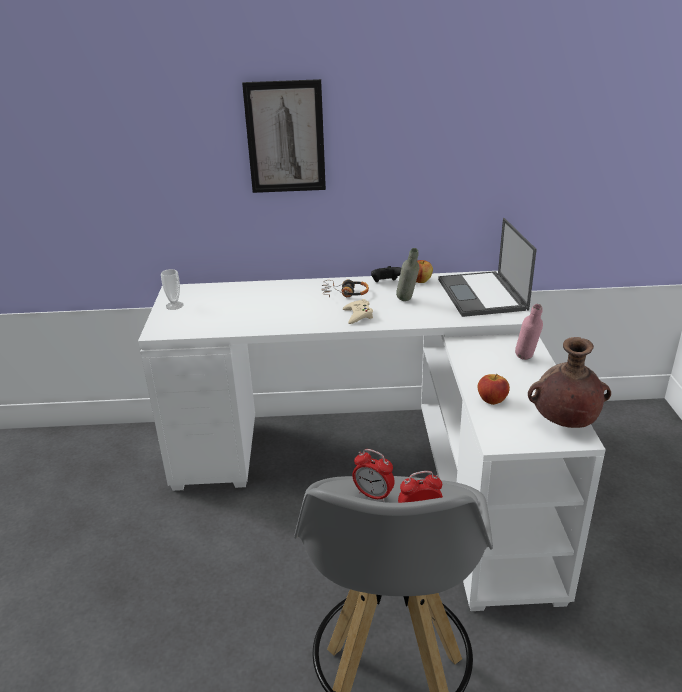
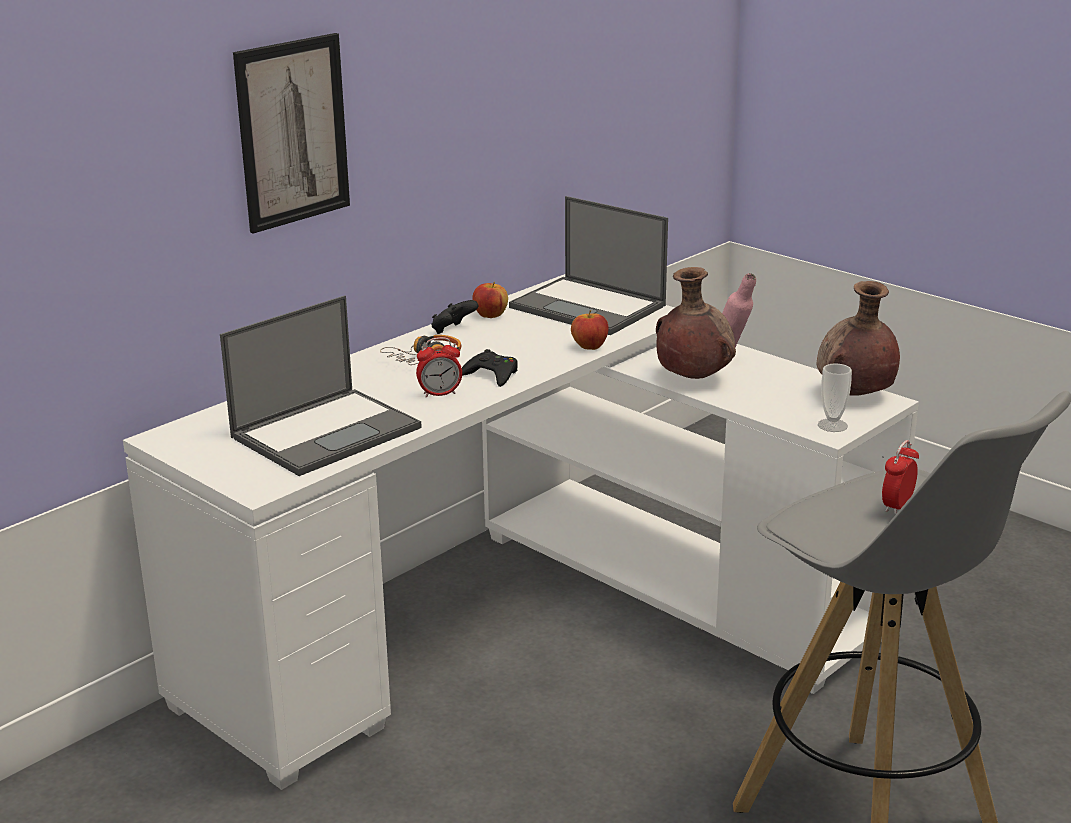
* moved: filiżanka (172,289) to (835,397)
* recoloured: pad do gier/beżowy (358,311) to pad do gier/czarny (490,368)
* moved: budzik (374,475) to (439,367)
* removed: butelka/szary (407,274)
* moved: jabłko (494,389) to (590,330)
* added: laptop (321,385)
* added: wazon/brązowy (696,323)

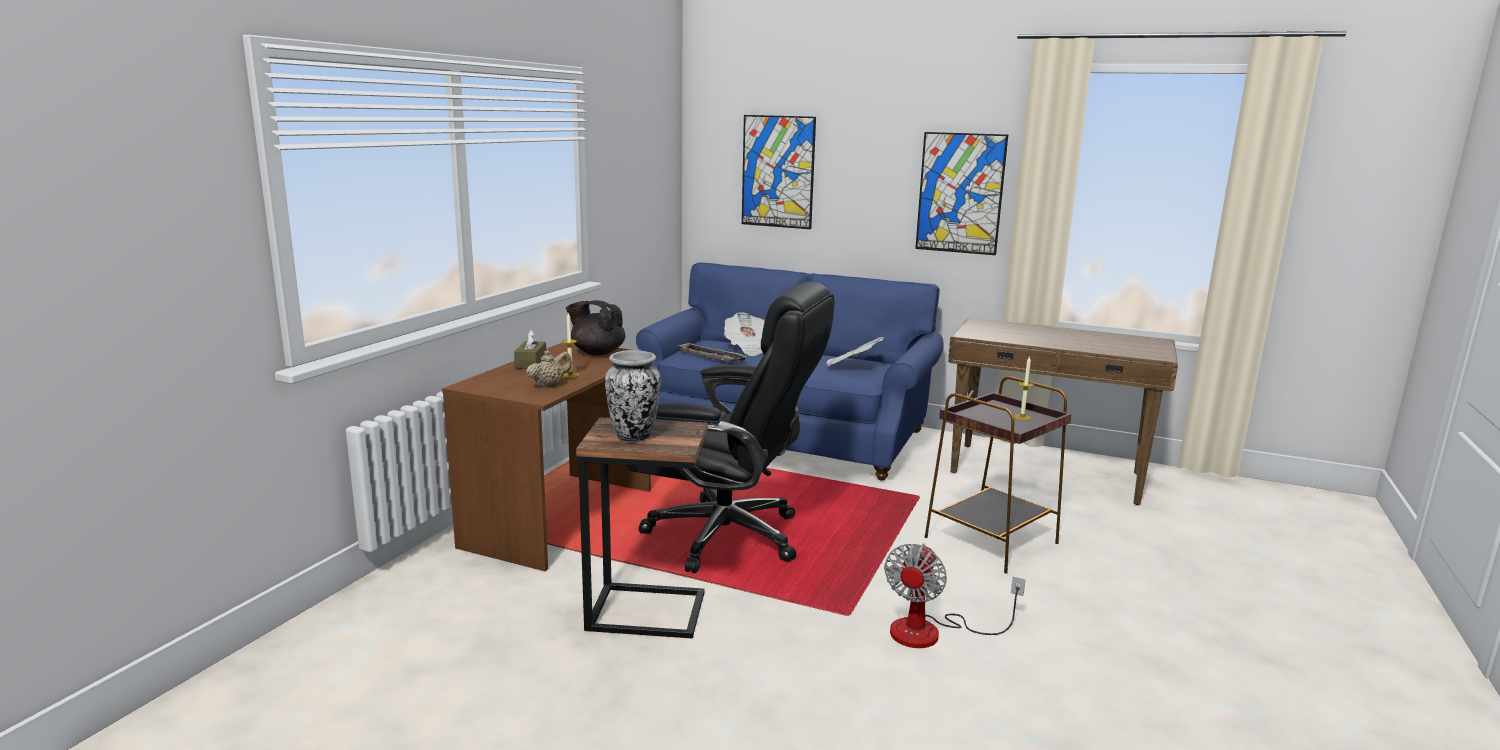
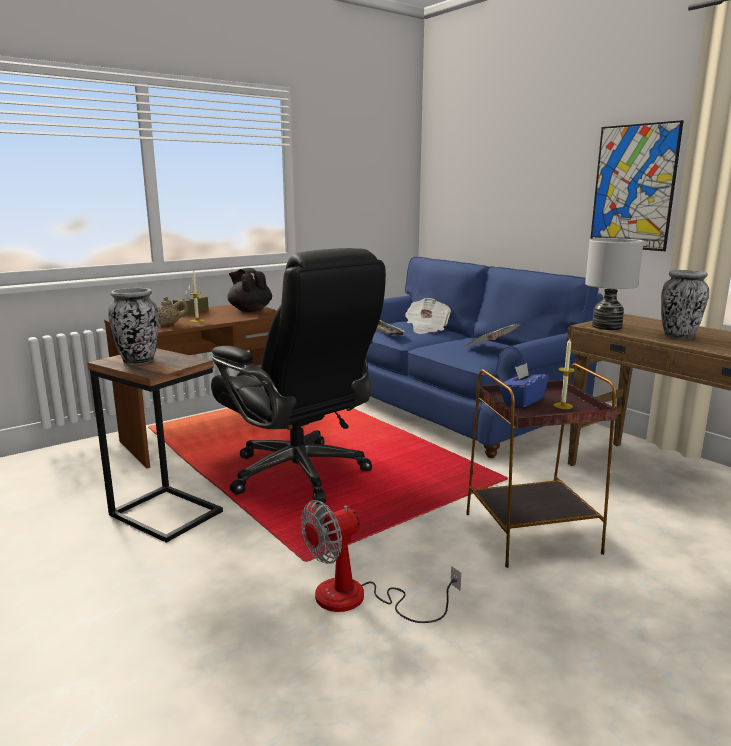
* removed: obraz (779,172)
* added: pudełko chusteczek/niebieski (524,385)
* added: lampa stołowa/szary (614,284)
* added: wazon (685,304)

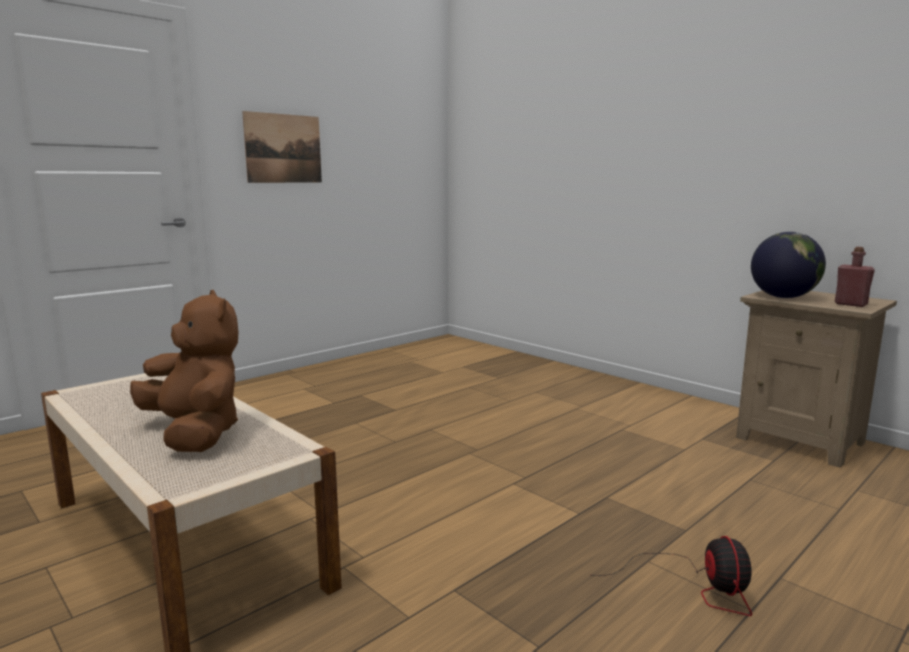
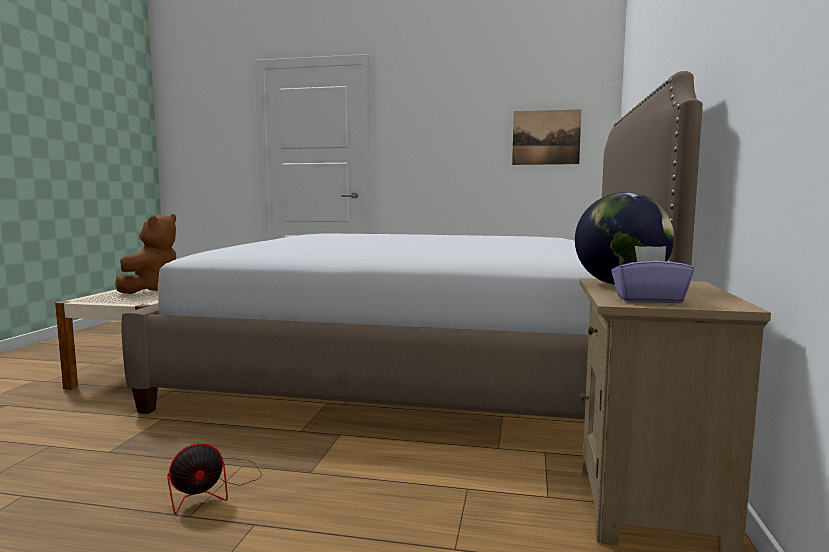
* moved: obraz (282,147) to (546,137)
* replaced: butelka/czerwony (855,277) to pudełko chusteczek/fioletowy (652,274)
* added: łóżko (412,245)

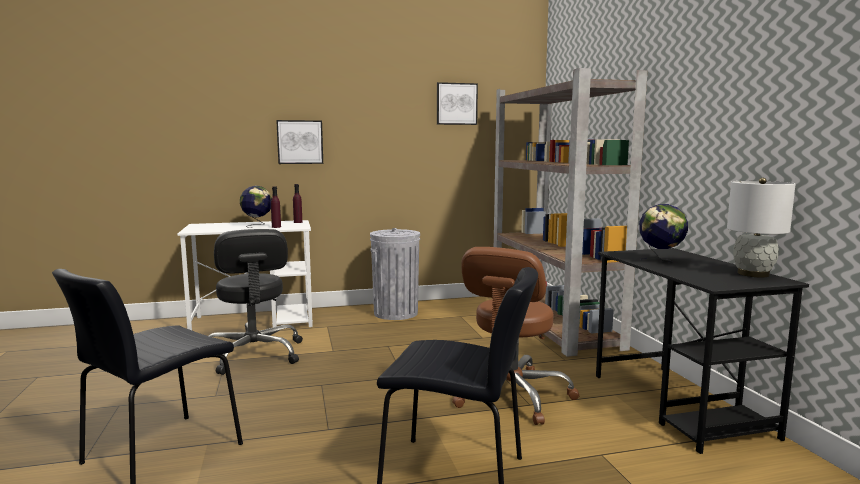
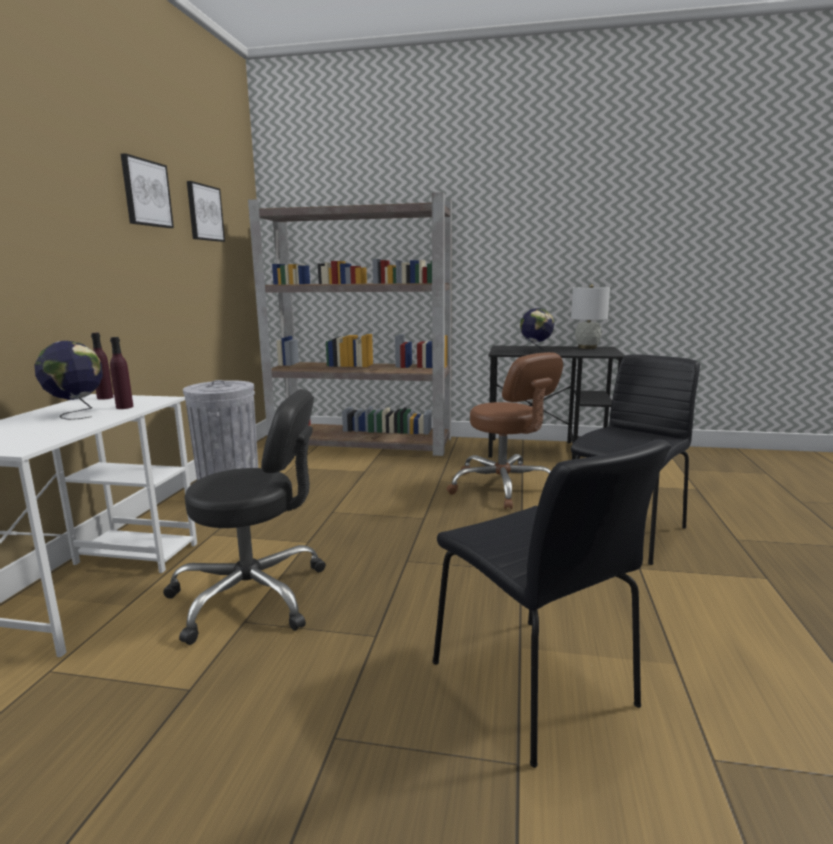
* moved: obraz (299,142) to (147,190)

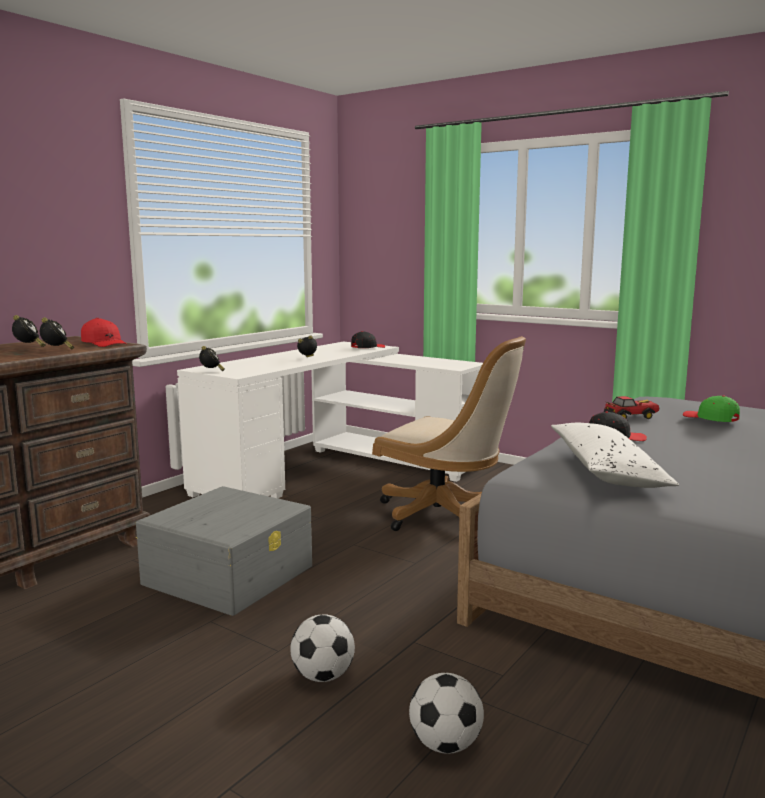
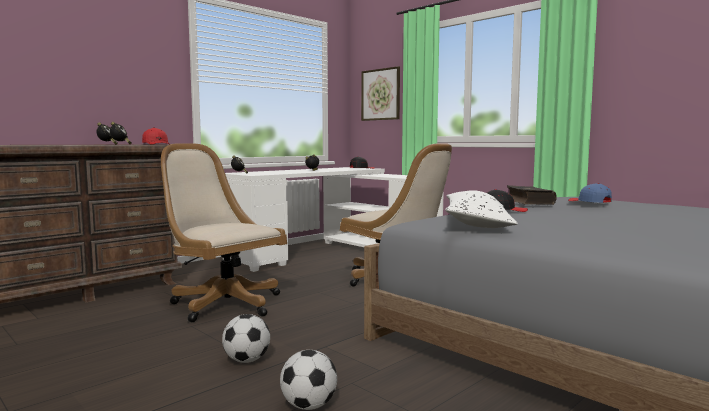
* replaced: pojemnik do przechowywania/szary (224,551) to krzesło biurowe (224,232)
* replaced: samochodzik (631,407) to książka (532,195)
* recoloured: czapka z daszkiem/zielony (711,408) to czapka z daszkiem/niebieski (590,193)
* added: obraz (380,93)

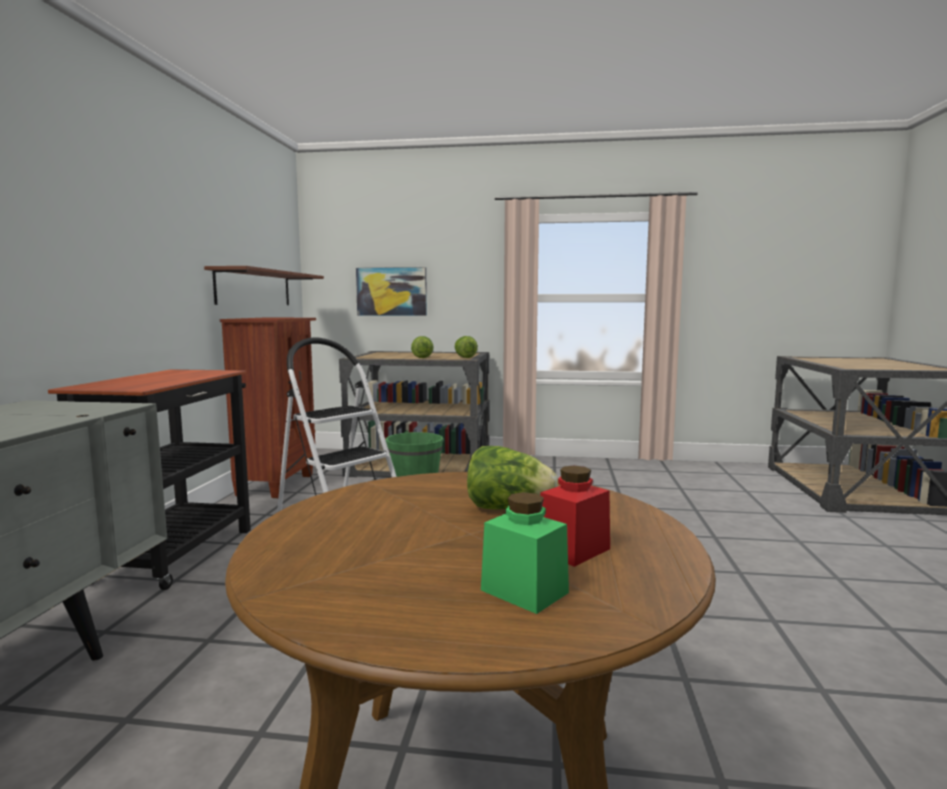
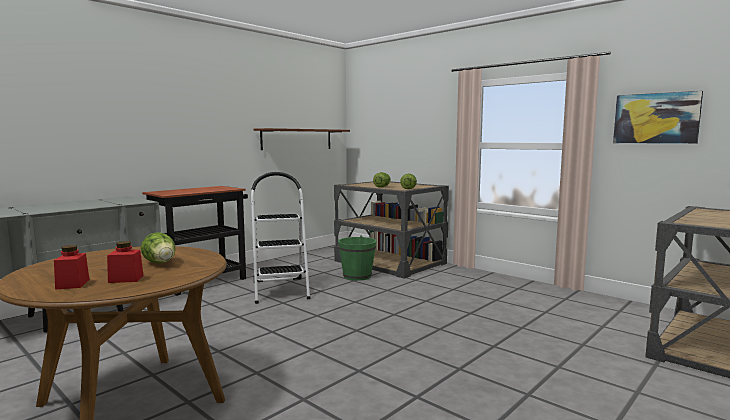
* removed: szafka/brązowy (268,408)
* moved: obraz (391,291) to (658,117)
* recoloured: słoik/zielony (525,553) to słoik/czerwony (71,267)

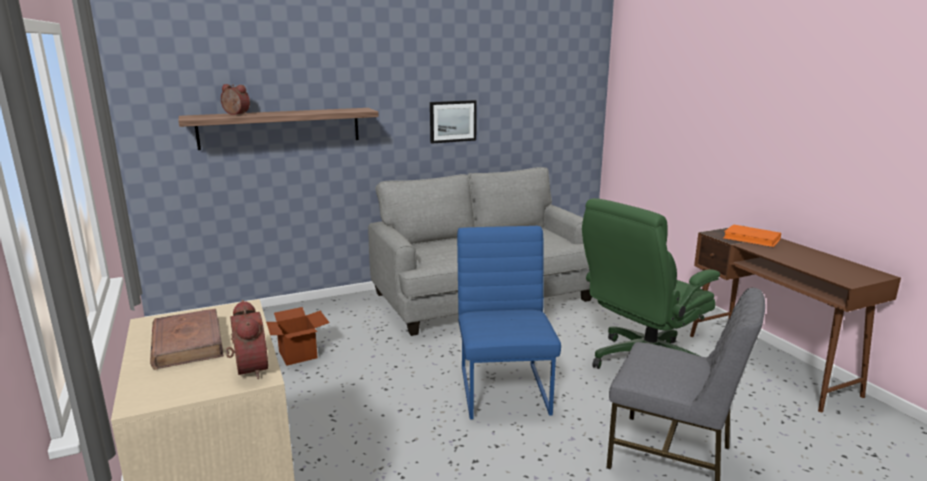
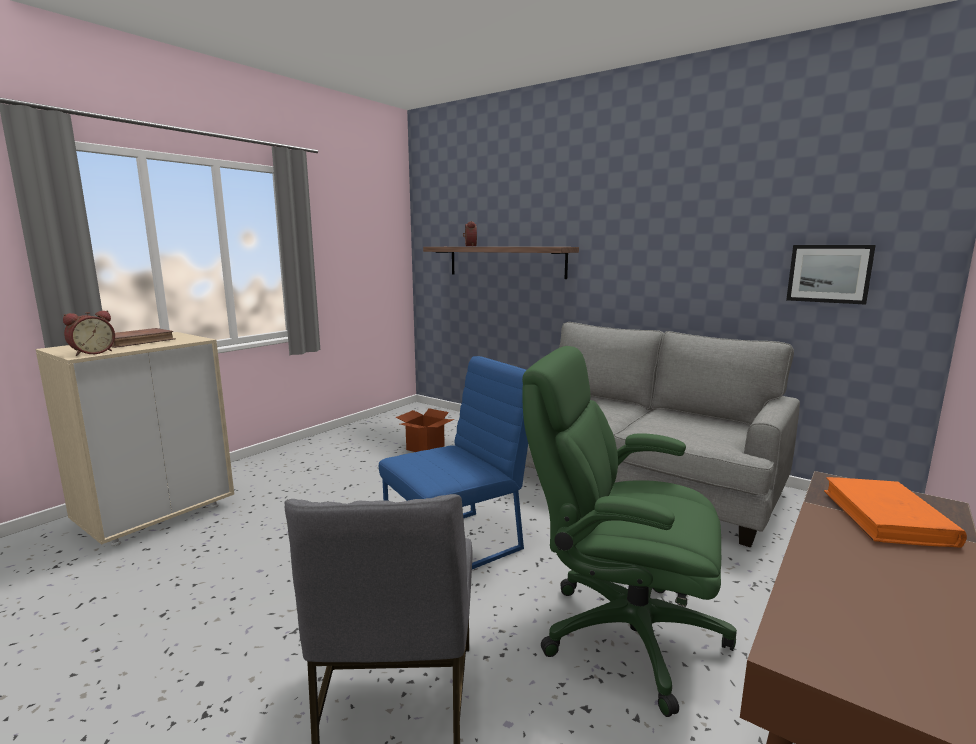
* moved: obraz (453,122) to (831,275)

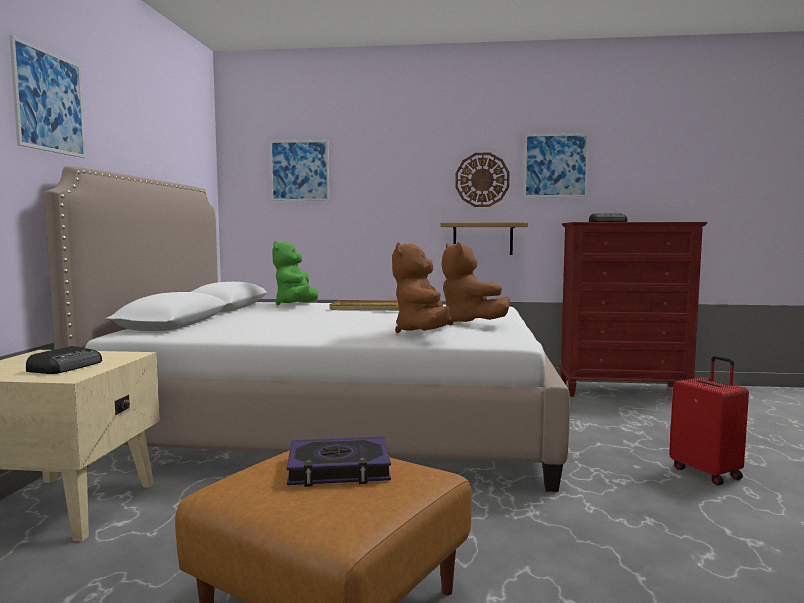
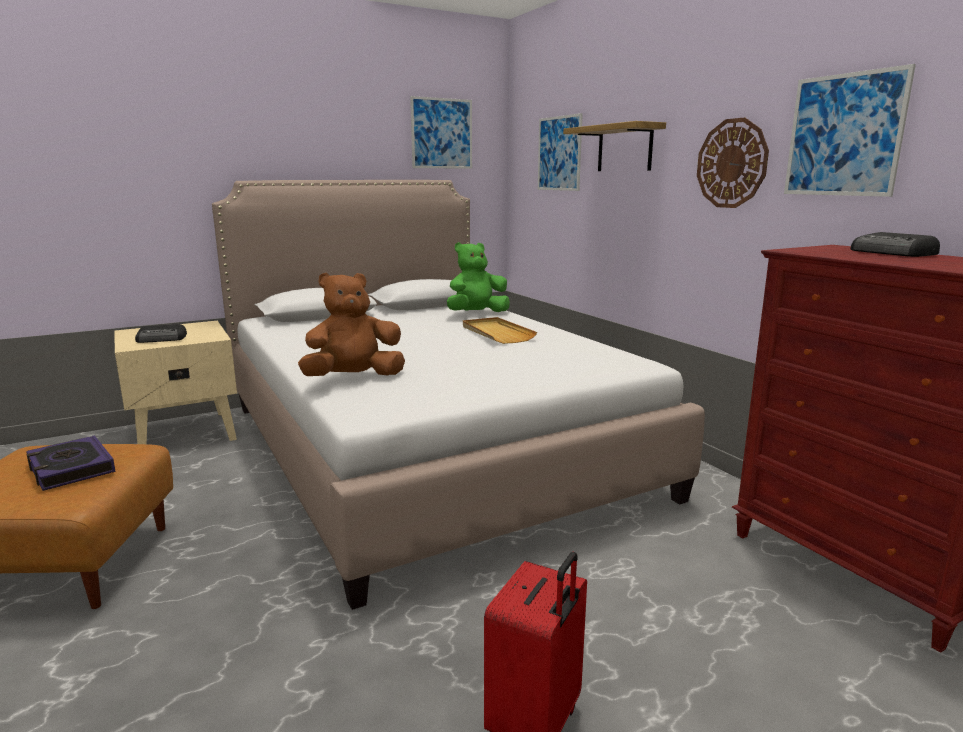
* moved: obraz (47,96) to (441,132)
* moved: półka (484,238) to (614,146)
* removed: pluszak/brązowy (475,283)

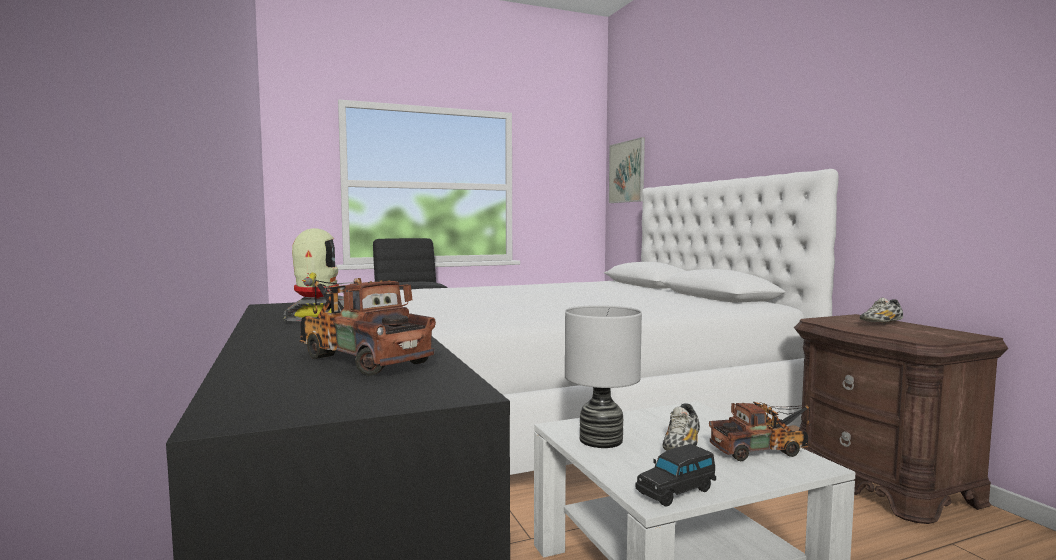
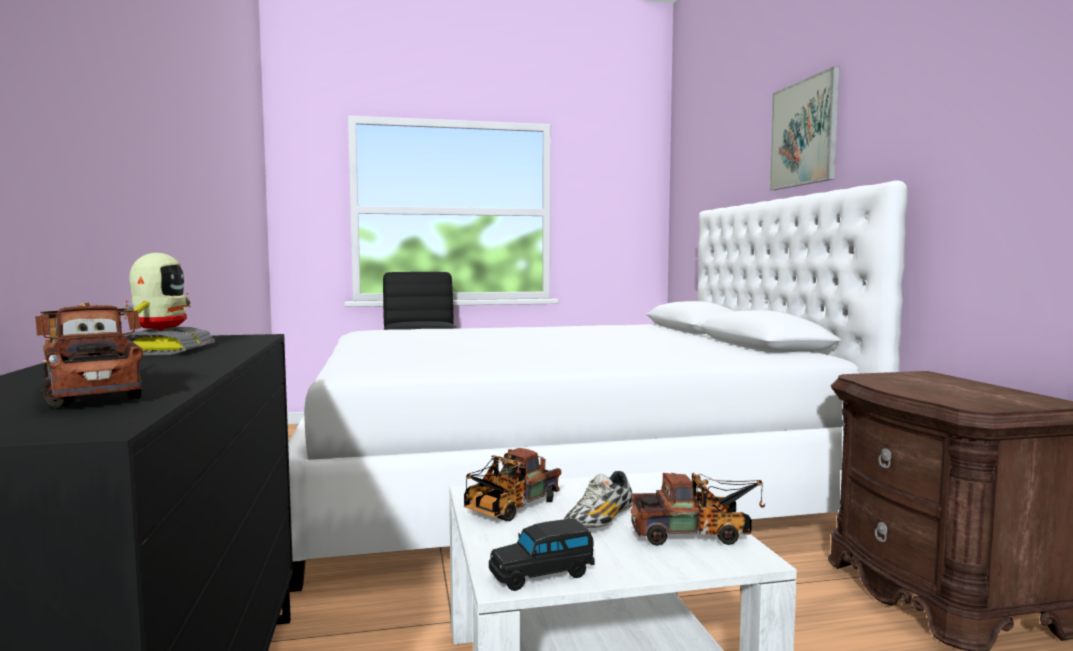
* replaced: lampa stołowa/szary (603,376) to ciężarówka zabawkowa (512,484)
* moved: obraz (627,170) to (804,128)
* removed: but (881,310)

